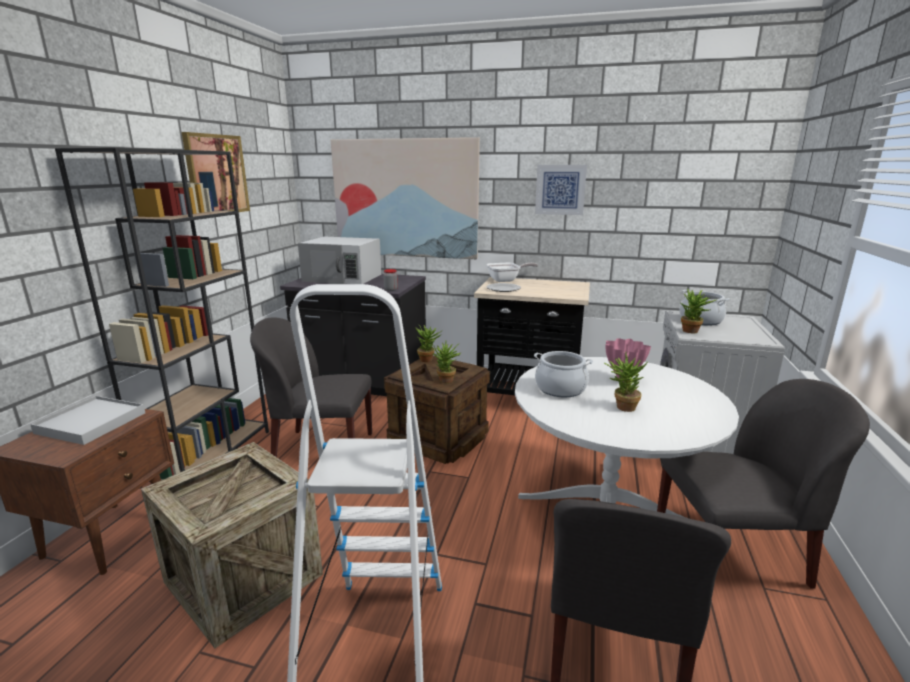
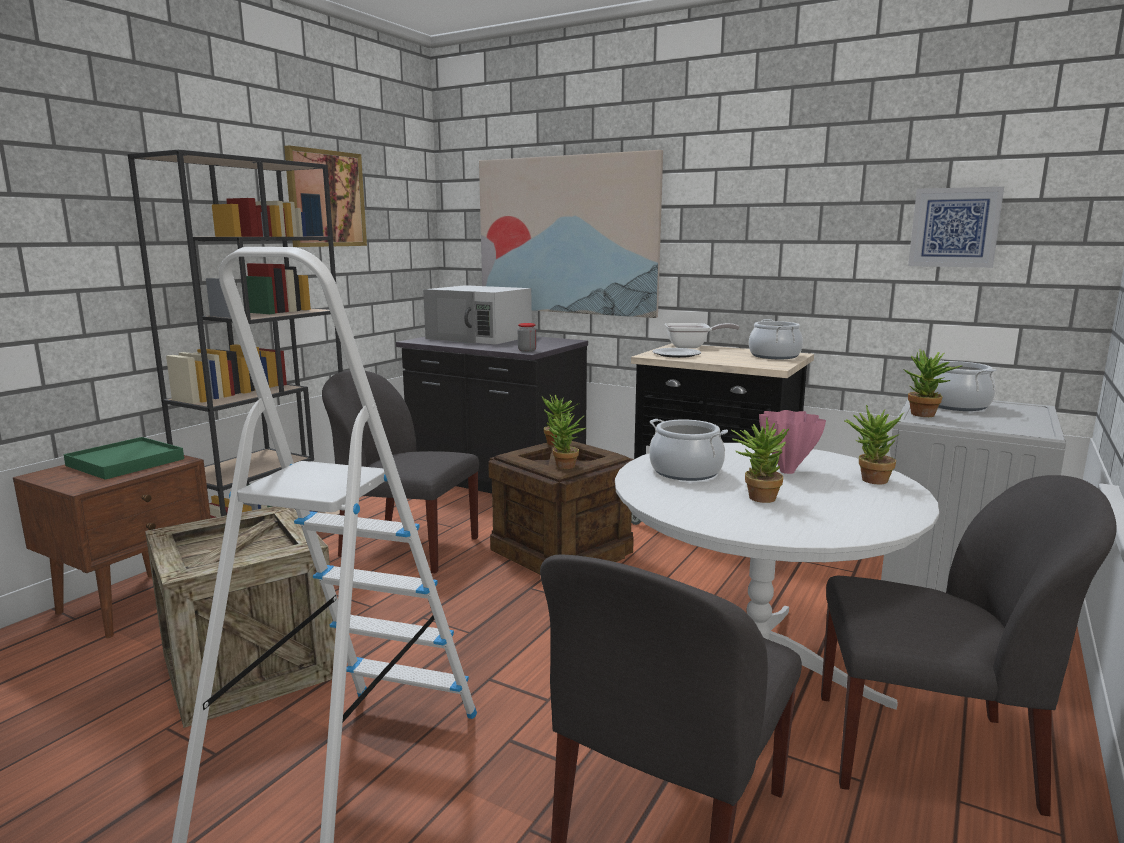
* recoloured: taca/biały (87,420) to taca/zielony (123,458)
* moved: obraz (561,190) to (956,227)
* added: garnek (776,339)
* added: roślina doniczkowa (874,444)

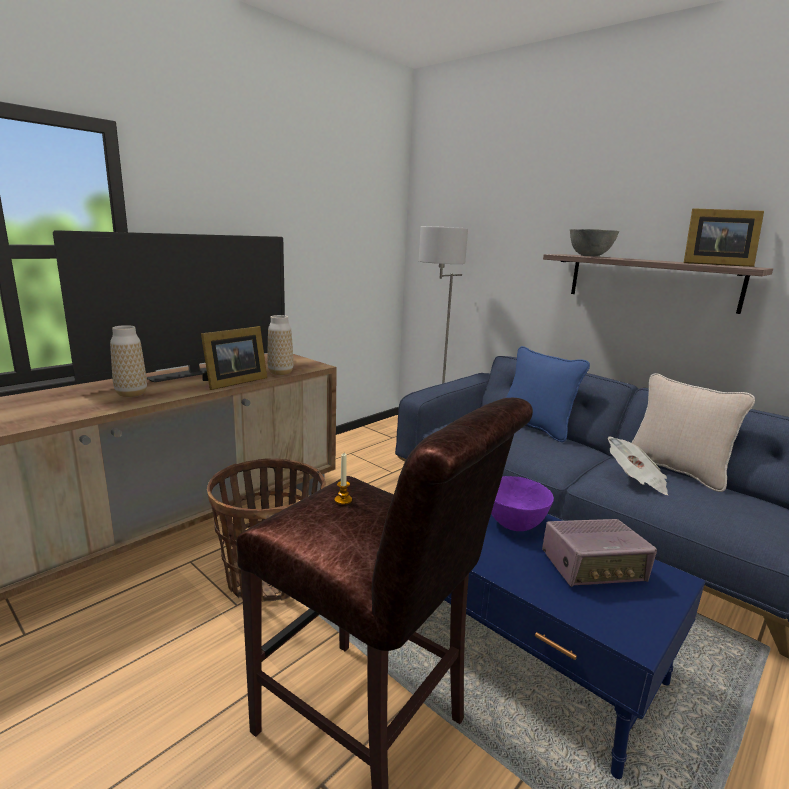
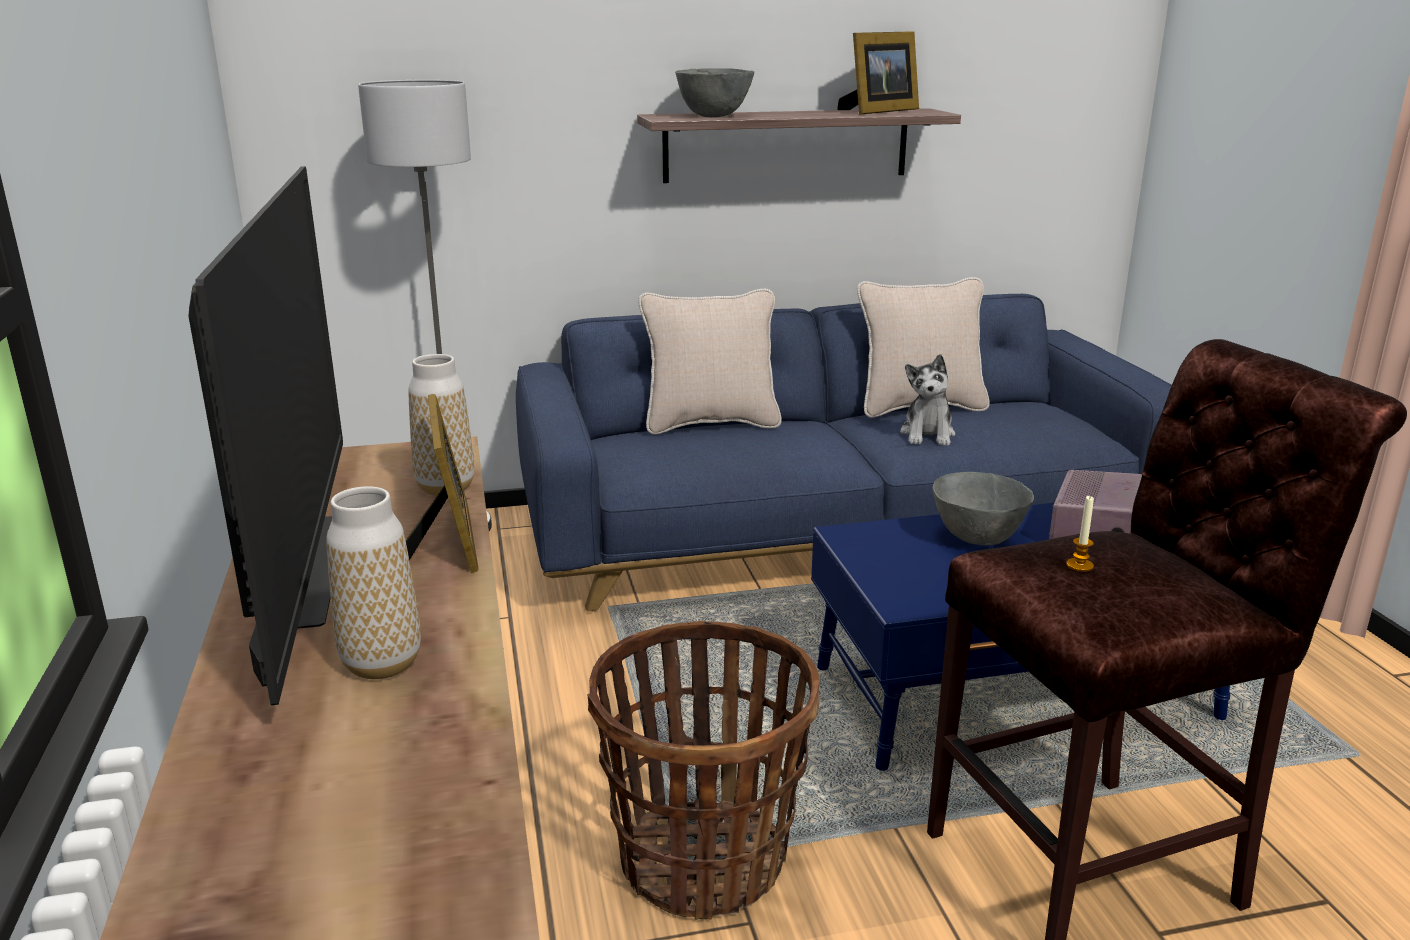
* recoloured: miska/fioletowy (522,503) to miska/szary (983,508)
* recoloured: poduszka/niebieski (548,394) to poduszka/beżowy (710,362)
* replaced: gazeta (638,465) to pluszak (928,400)

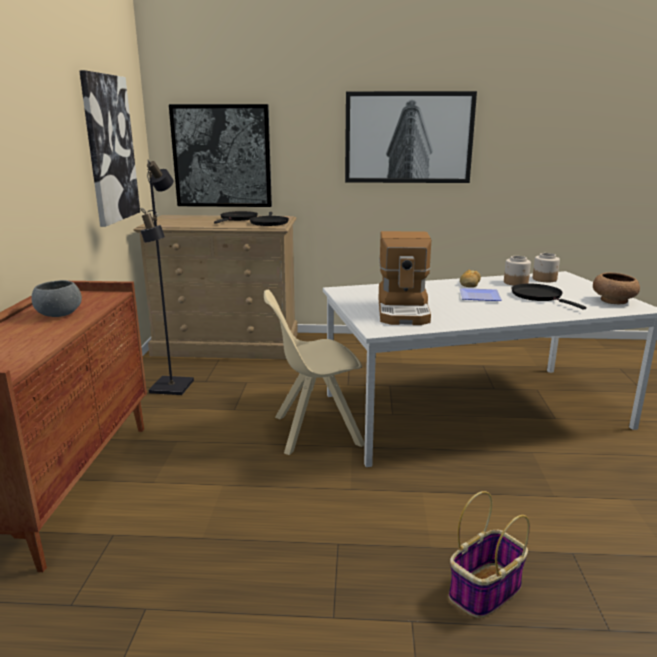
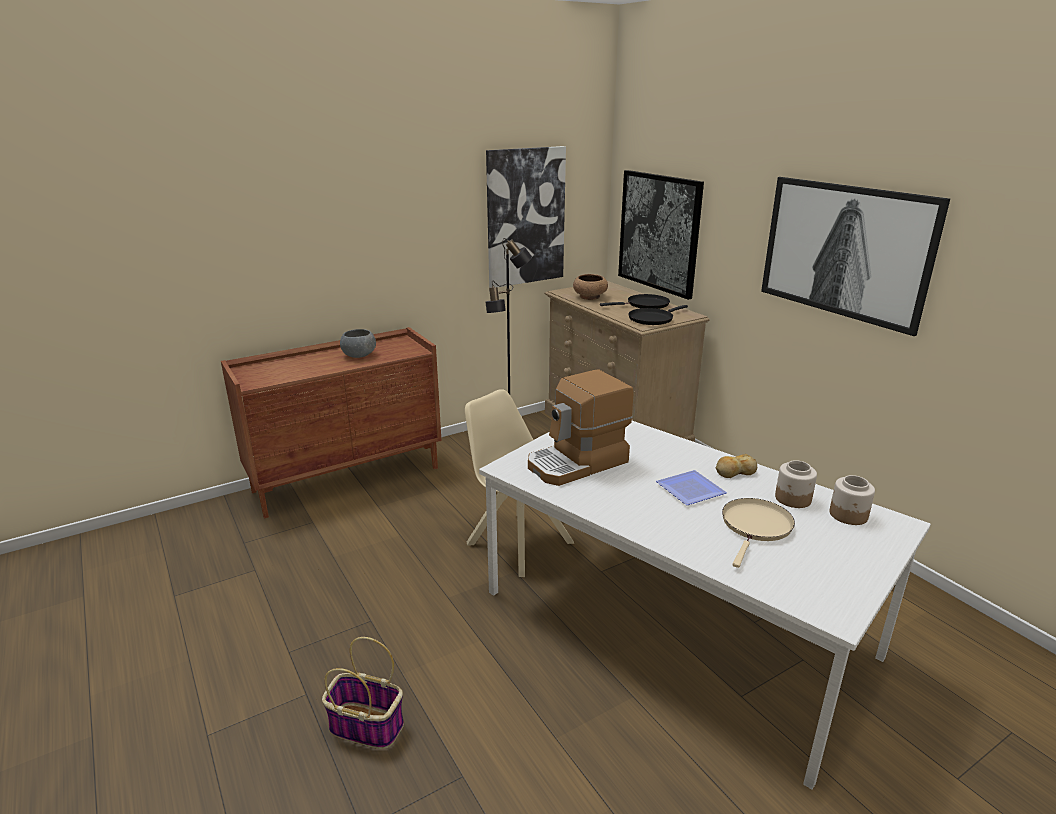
* recoloured: patelnia/czarny (548,296) to patelnia/beżowy (758,533)
* moved: miska/brązowy (616,288) to (590,287)

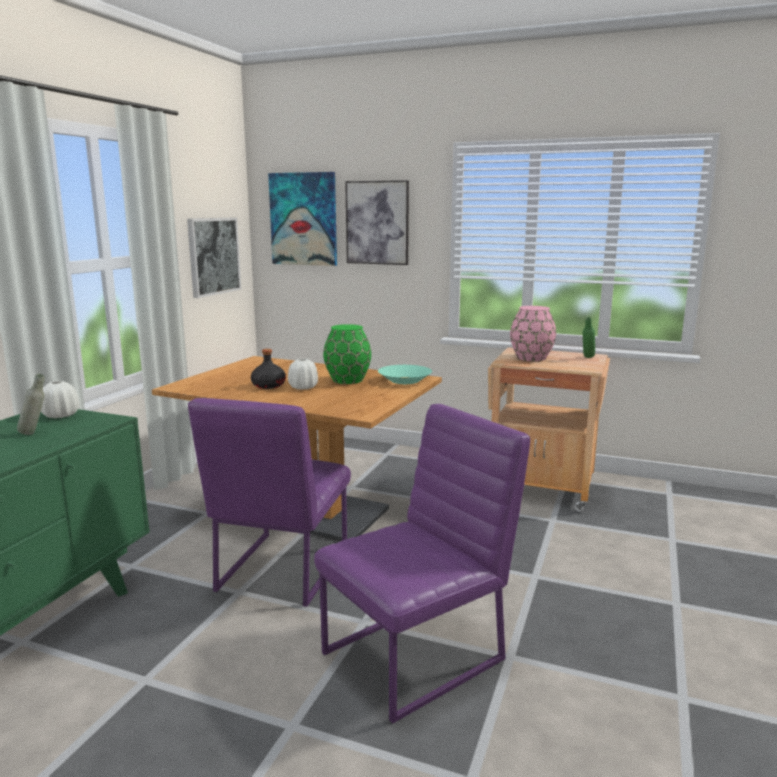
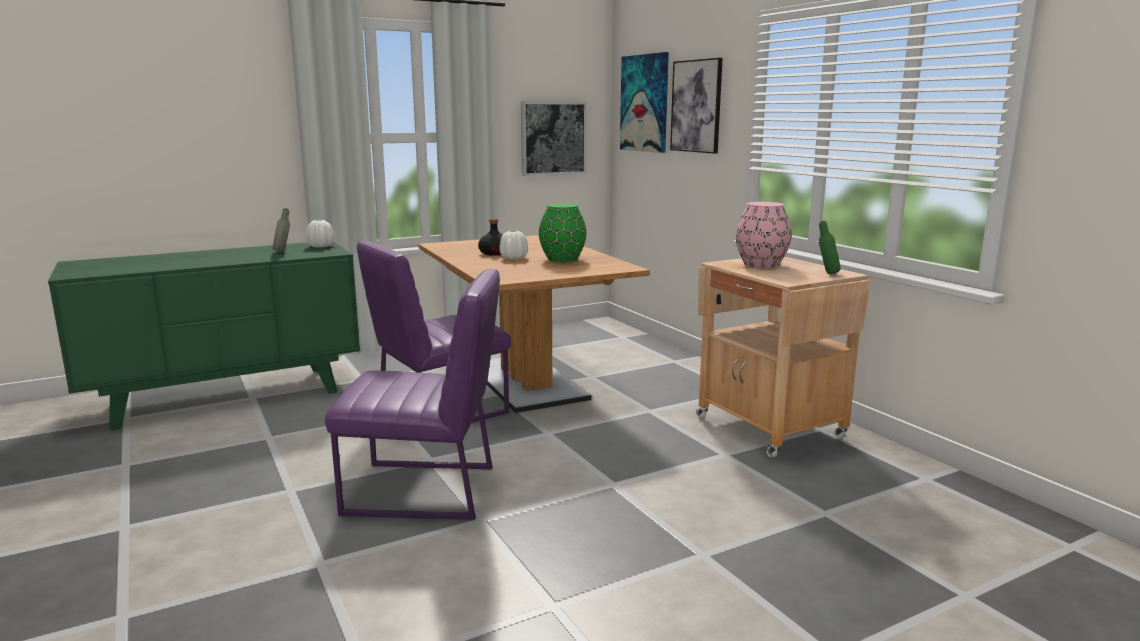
* removed: miska/turkusowy (405,374)

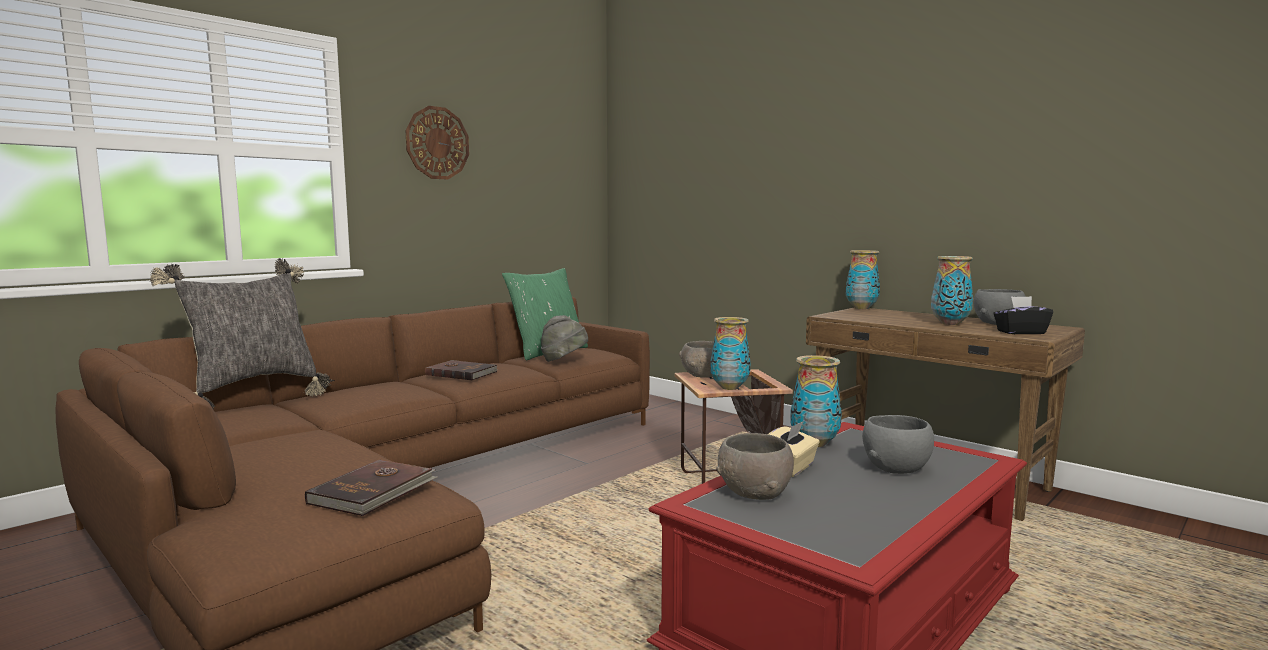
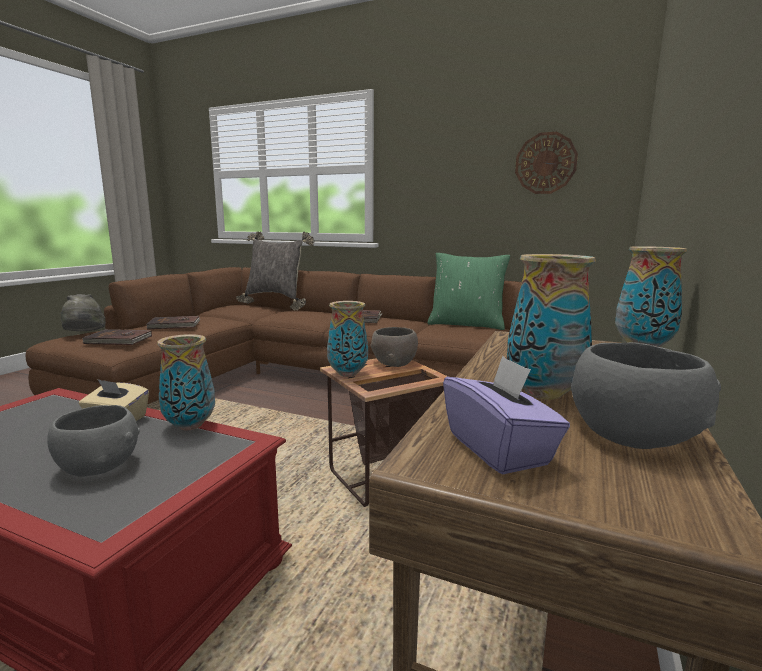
* moved: zegar ścienny (437,143) to (546,163)
* moved: kapelusz/szary (564,338) to (83,312)
* removed: miska/szary (755,466)
* recoloured: pudełko chusteczek/czarny (1023,315) to pudełko chusteczek/fioletowy (506,415)
* added: książka/brązowy (173,322)

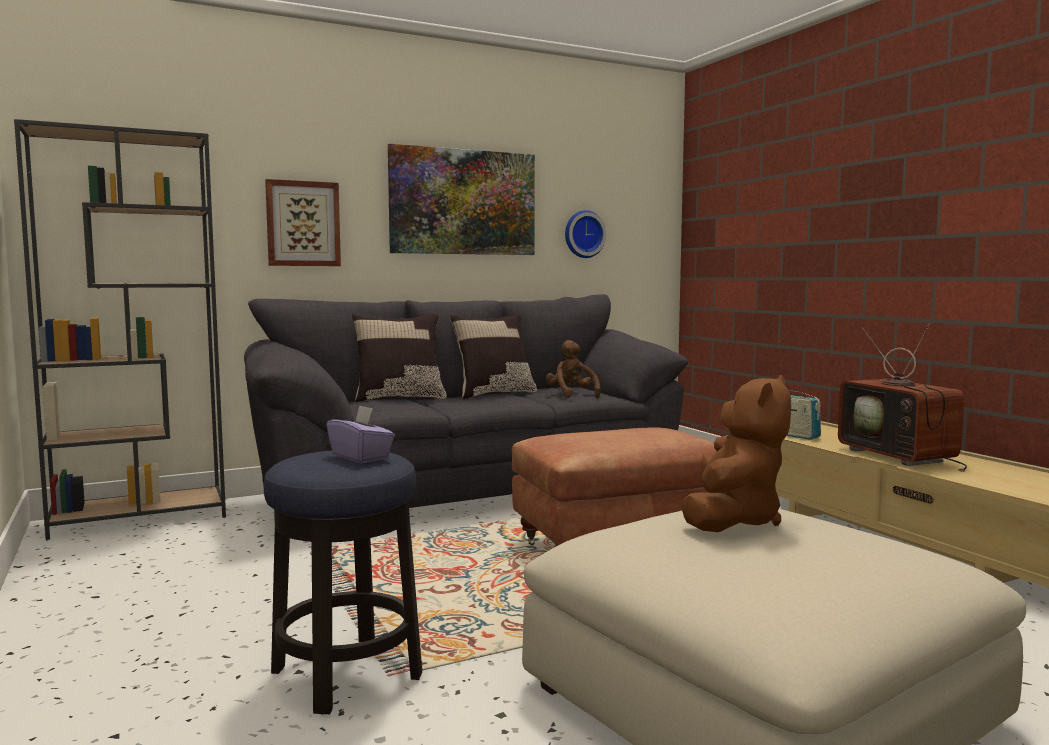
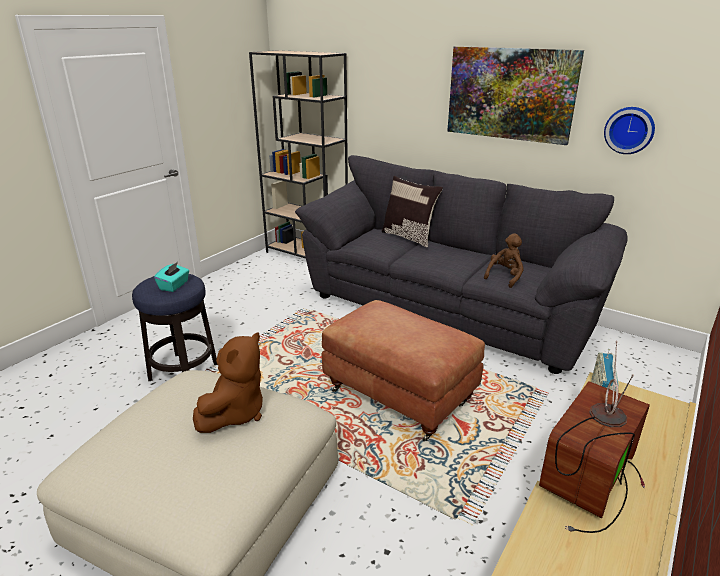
* removed: obraz (303,222)
* recoloured: pudełko chusteczek/fioletowy (360,434) to pudełko chusteczek/turkusowy (171,277)
* removed: poduszka (493,356)
* turned: pluszak/brązowy (736,453) = (228,382) 60 degrees counterclockwise

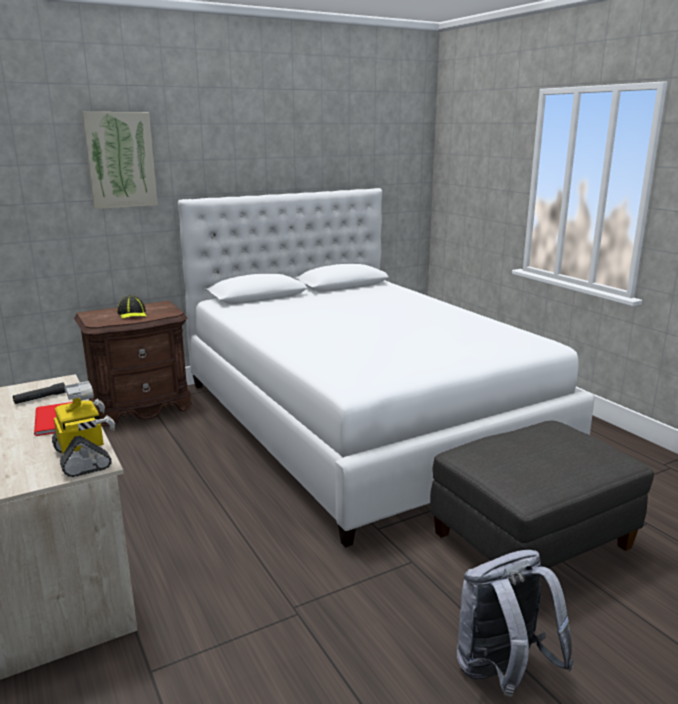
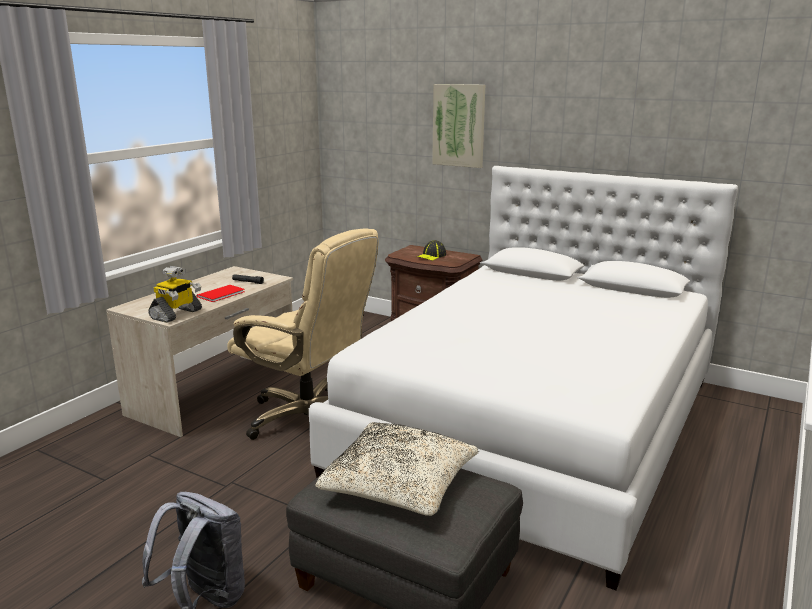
* added: krzesło biurowe/beżowy (303,334)
* added: poduszka/beżowy (396,469)

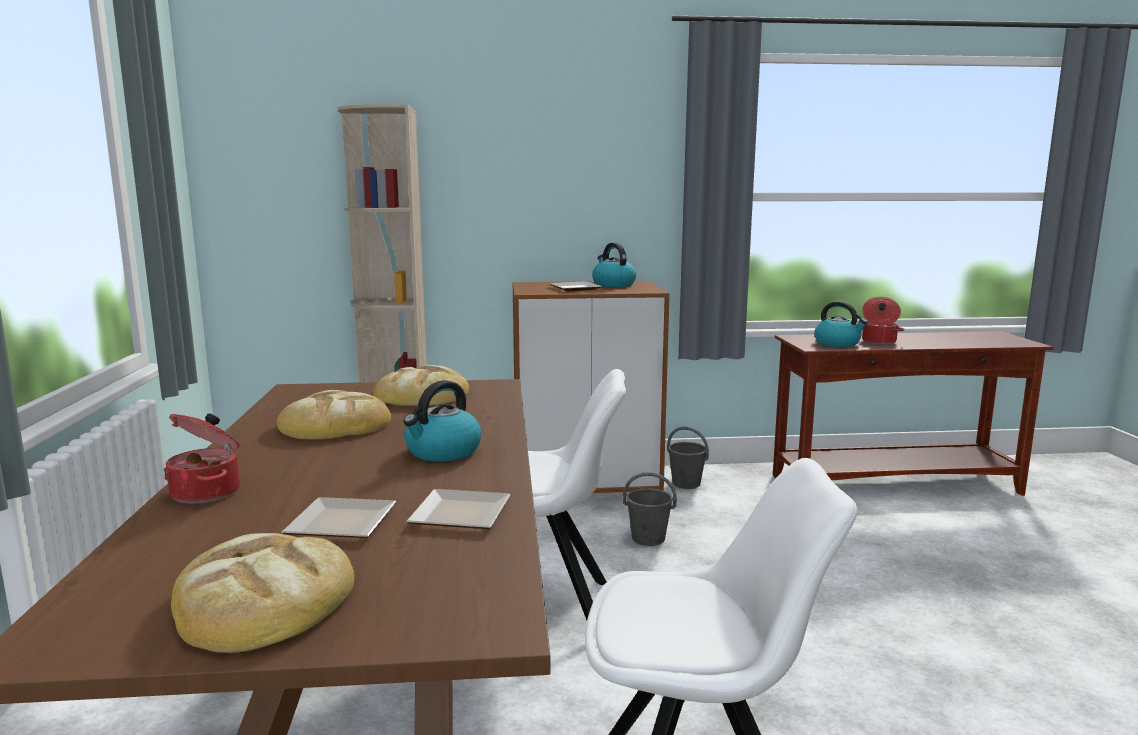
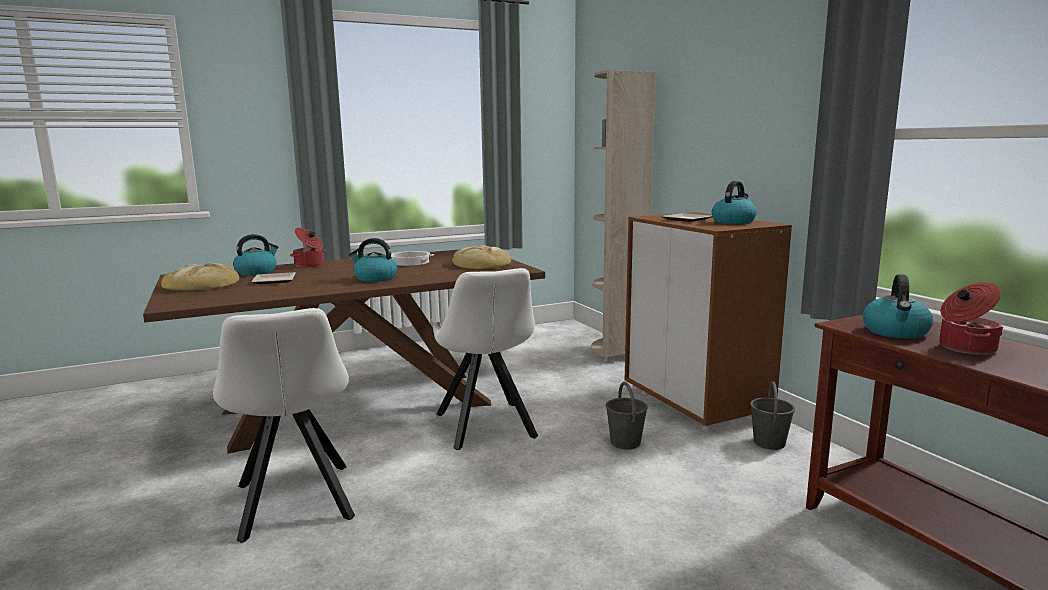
* replaced: chleb (334,415) to garnek (413,258)
* removed: talerz (458,509)
* added: czajnik (255,255)

